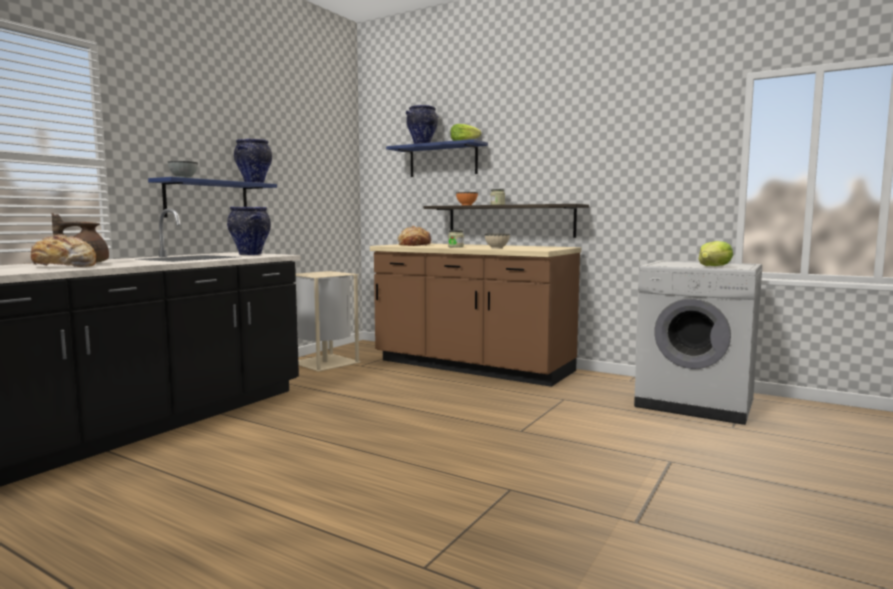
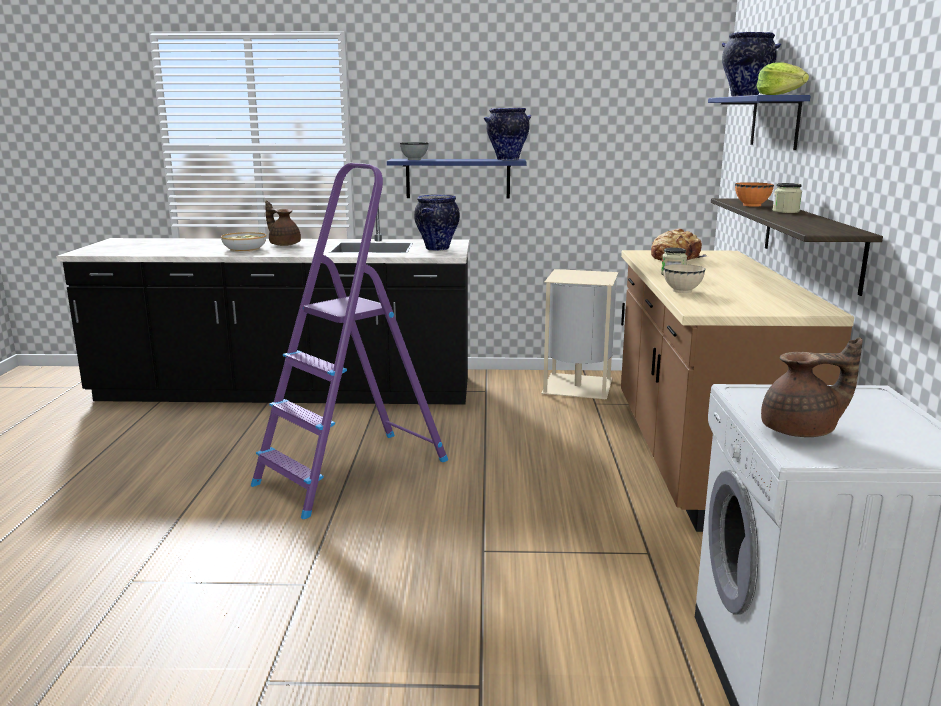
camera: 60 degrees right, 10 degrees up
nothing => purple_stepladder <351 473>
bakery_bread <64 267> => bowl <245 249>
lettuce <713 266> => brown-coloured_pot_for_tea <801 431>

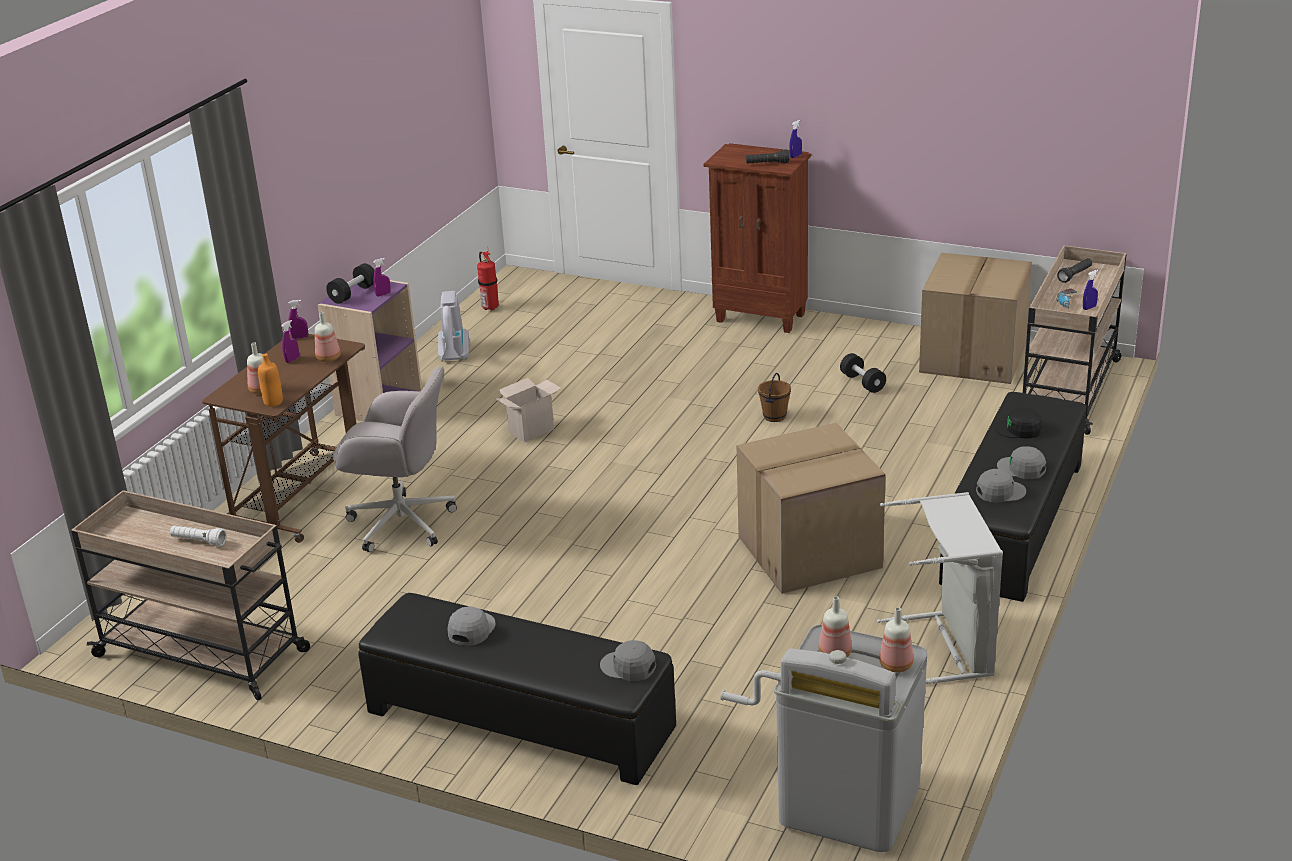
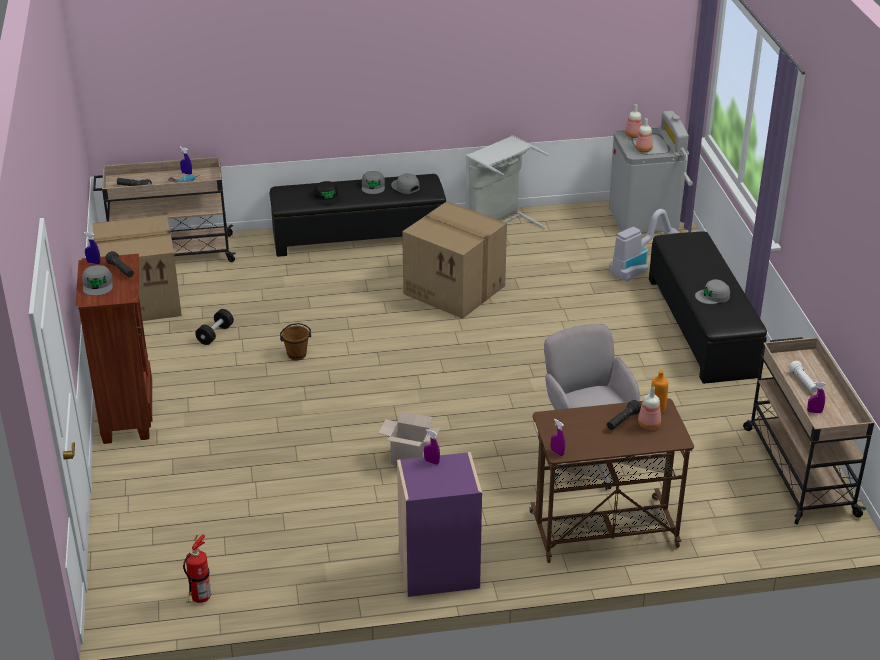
camera: 125 degrees left, 5 degrees up
drink_bottle <329 358> => nothing
black-coloured_dumbbell <353 294> => nothing
nothing => black-coloured_torch <622 421>
purple_spray_bottle <292 360> => purple_spray_bottle <814 412>, move
vacuum_cleaner <454 360> => vacuum_cleaner <638 267>, move
gray_cap <628 666> => gray_cap <98 285>, move

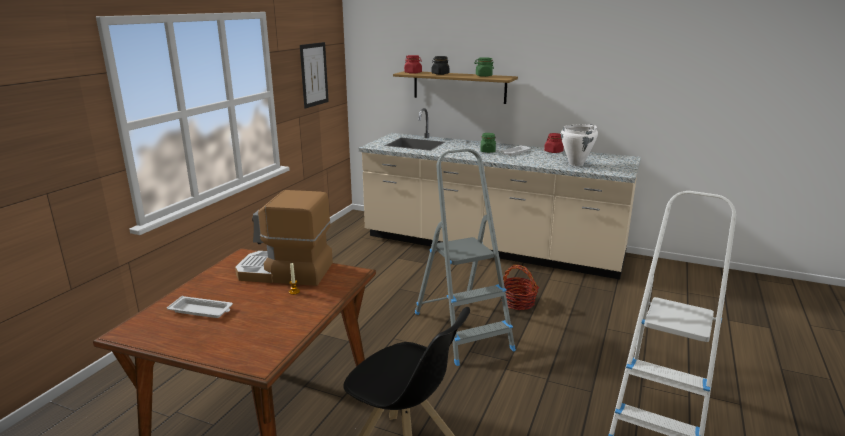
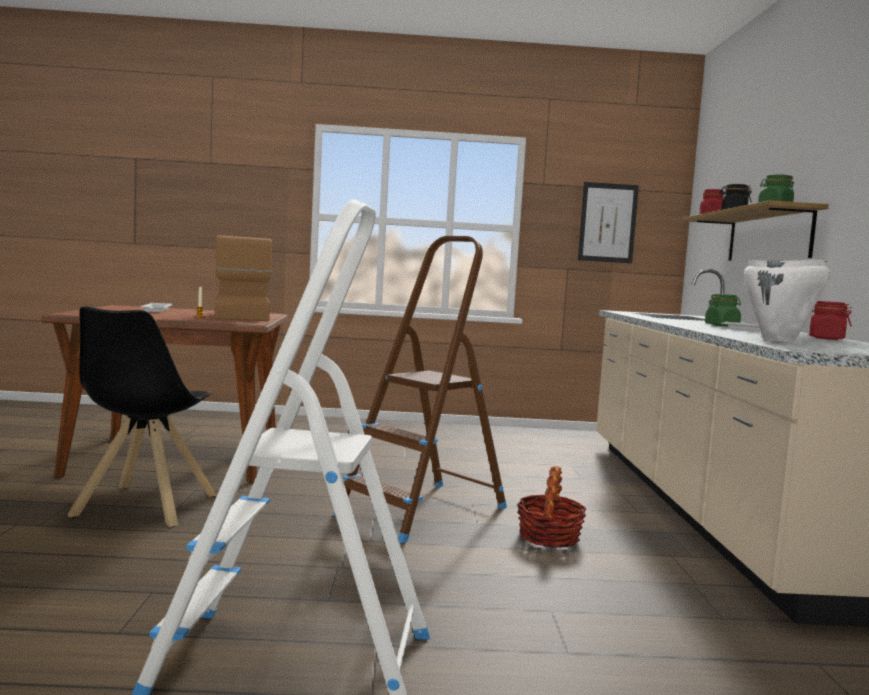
camera: 65 degrees right, 15 degrees down
gray_stepladder <462 331> => brown-coloured_stepladder <421 511>

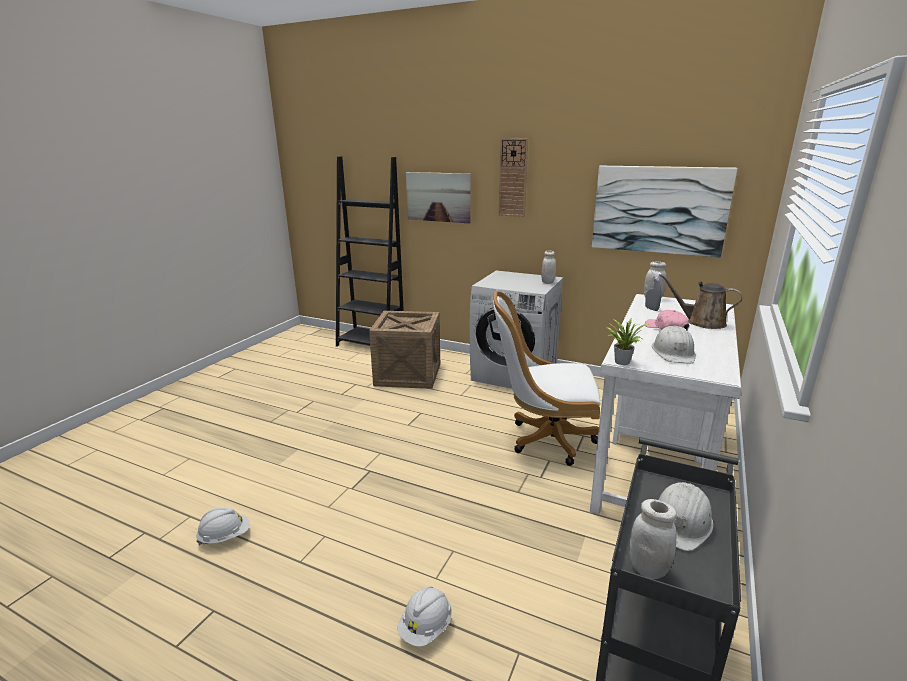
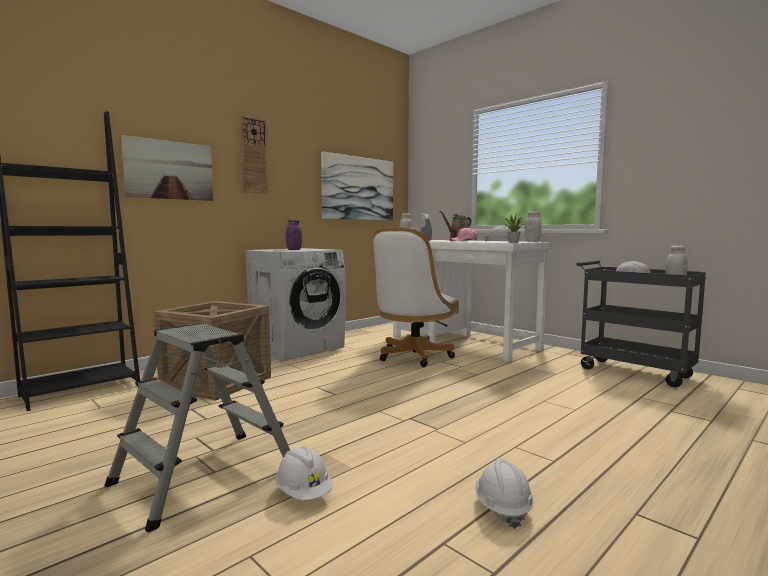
camera: 70 degrees left, 15 degrees down
nothing => gray_stepladder <204 475>
nothing => purple_preserve_jar <294 249>
white-coloured_work_helmet <426 627> => white-coloured_work_helmet <303 493>, move
white-coloured_preserve_jar <548 282> => white-coloured_preserve_jar <532 241>, move

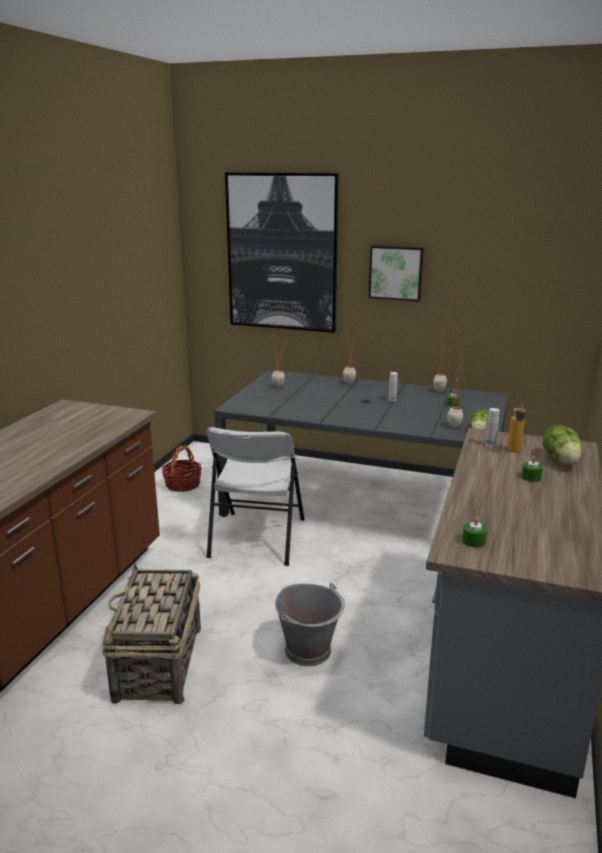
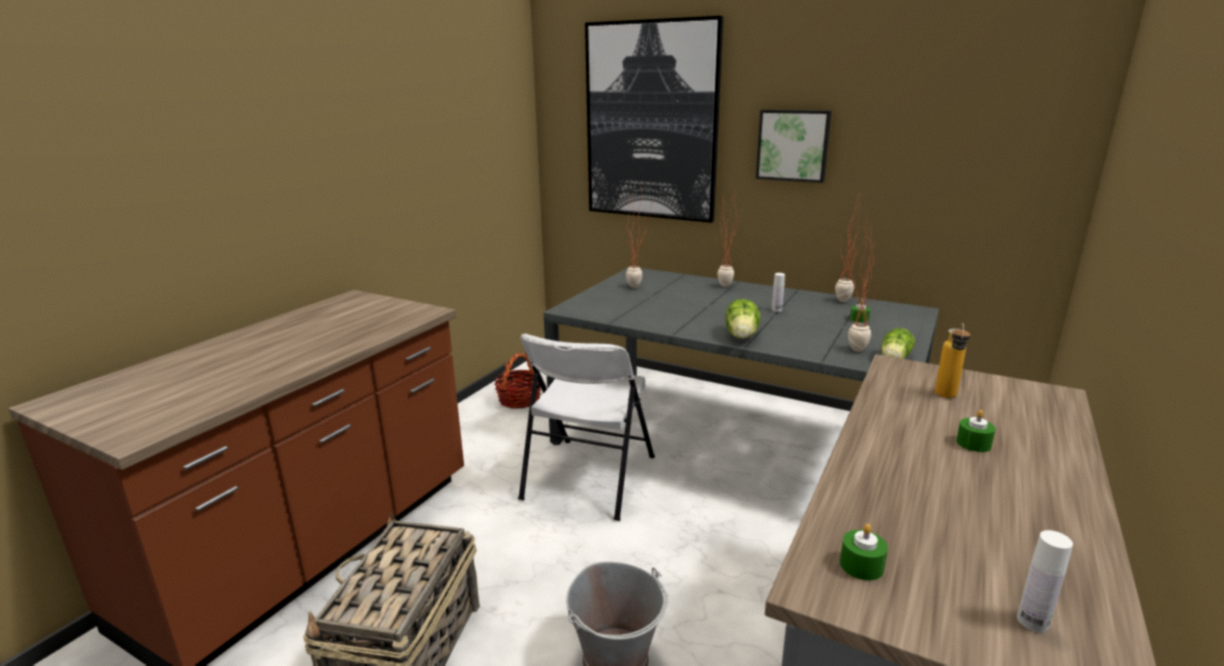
camera: 10 degrees right, 0 degrees up
white-coloured_drink_bottle <490 444> => white-coloured_drink_bottle <1032 621>, move
lettuce <561 460> => lettuce <742 335>, move

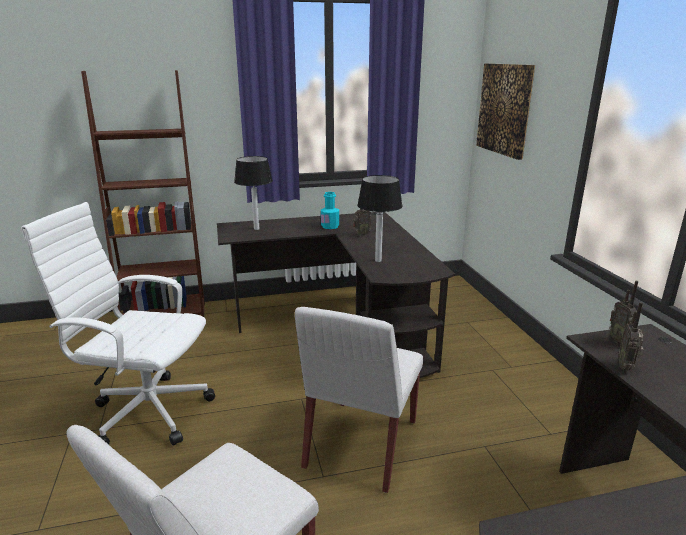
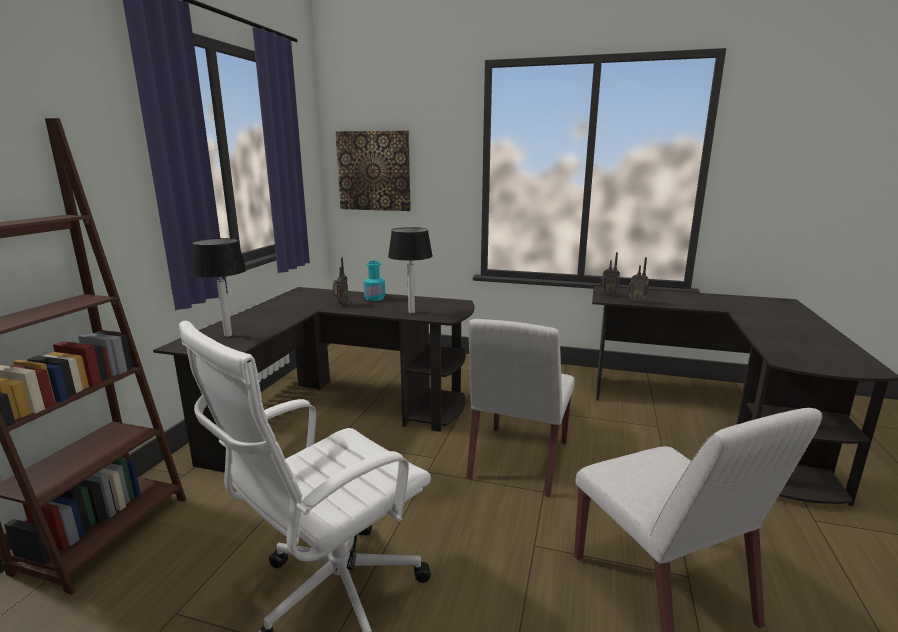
camera: 60 degrees left, 5 degrees down
turquoise_drink_bottle <330 226> => turquoise_drink_bottle <375 298>, move
white-coloured_upright_chair <361 445> => white-coloured_upright_chair <518 461>, 60 degrees clockwise

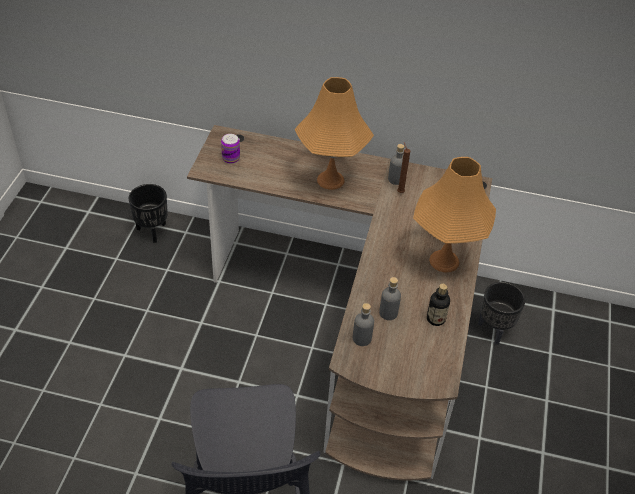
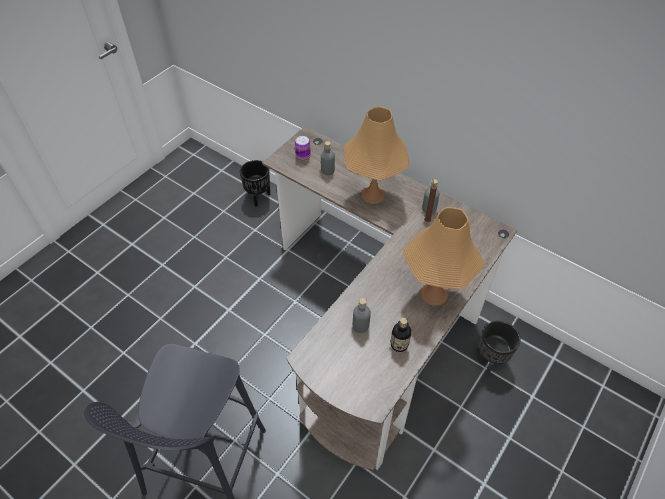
camera: 25 degrees right, 5 degrees up
gray_drink_bottle <362 338> => gray_drink_bottle <327 170>, move

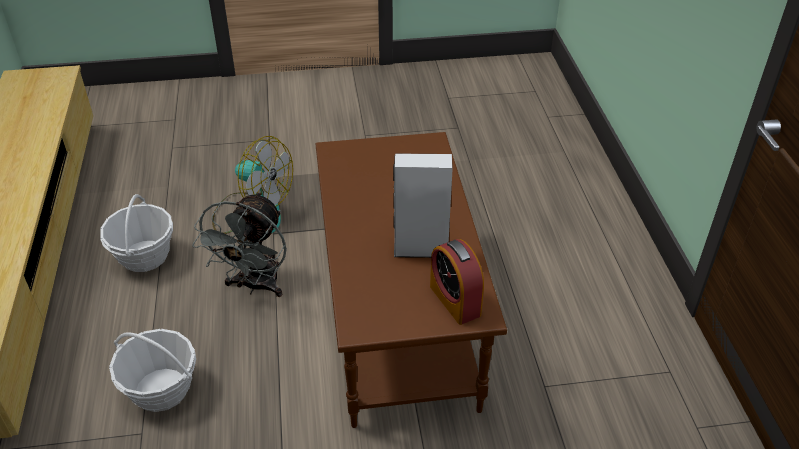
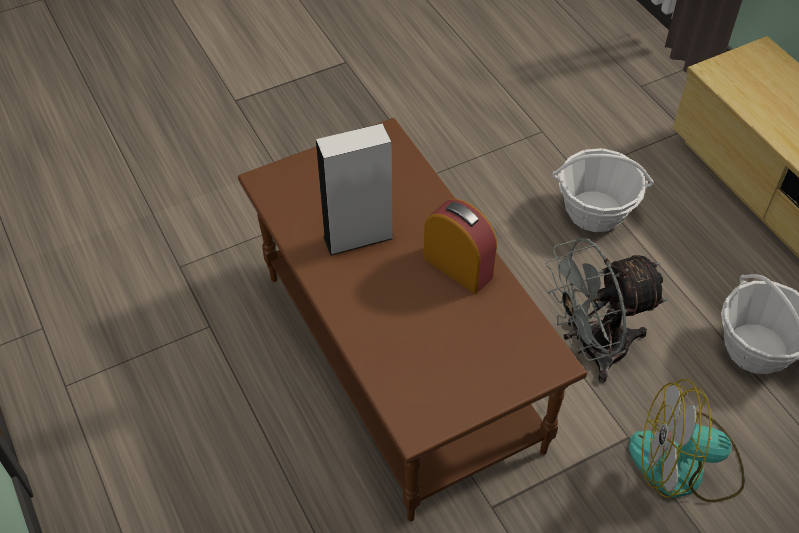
camera: 160 degrees right, 10 degrees up
bedside_clock <455 300> => bedside_clock <458 267>, move
gray_electric_fan <255 286> => gray_electric_fan <591 349>, 105 degrees counterclockwise

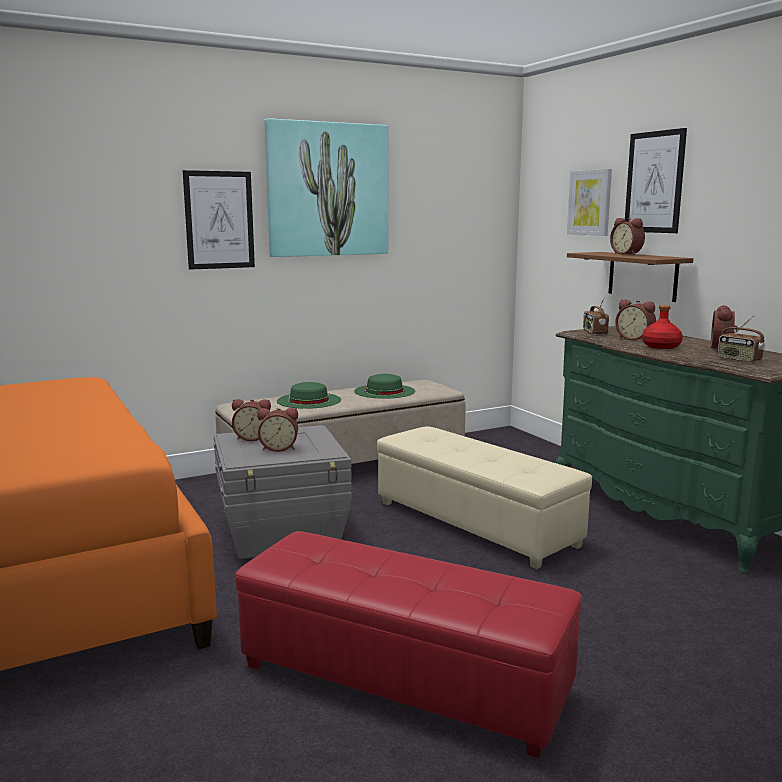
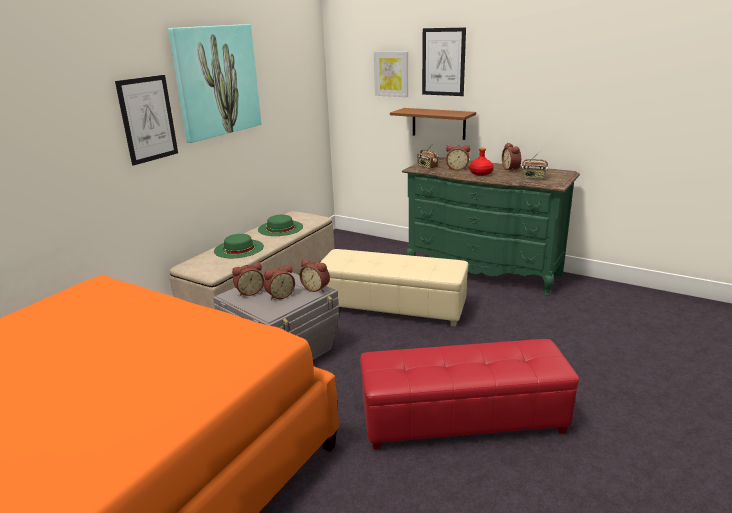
camera: 30 degrees left, 10 degrees up
bedside_clock <627 254> => bedside_clock <316 288>, move

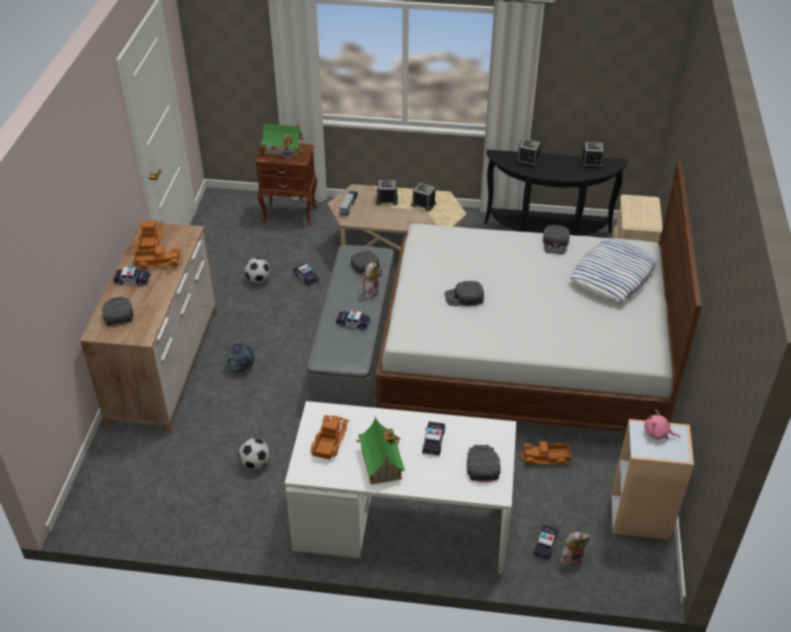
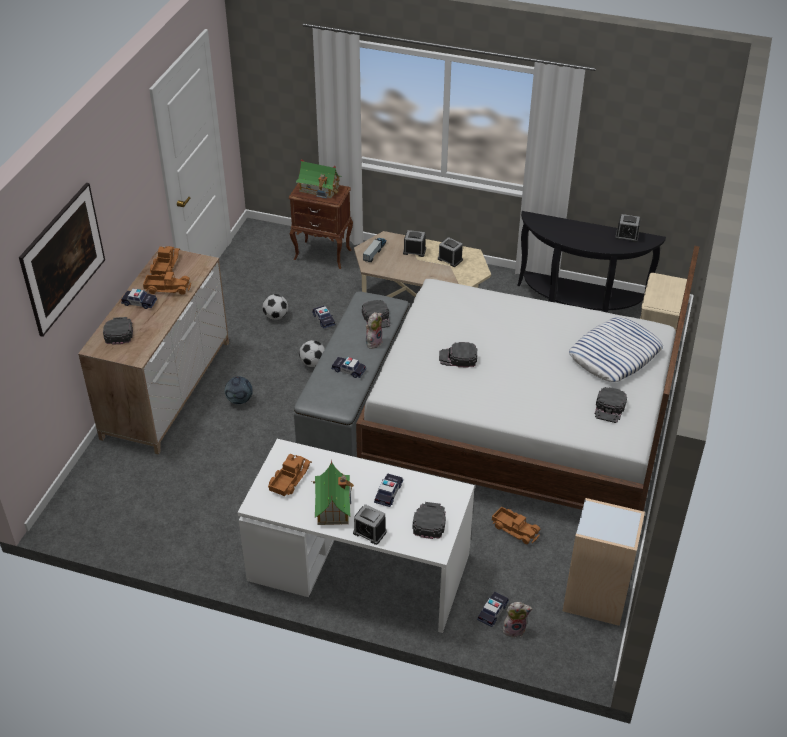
camera: 10 degrees right, 0 degrees up
pink-coloured_cuddly_toy <658 433> => nothing
nothing => wall_picture <67 277>
football_ball <255 463> => football_ball <313 363>, move
bedside_clock <528 160> => bedside_clock <369 532>, move
black-coloured_cap <555 243> => black-coloured_cap <610 408>, move
toy_truck <545 458> => toy_truck <515 529>, 150 degrees counterclockwise

